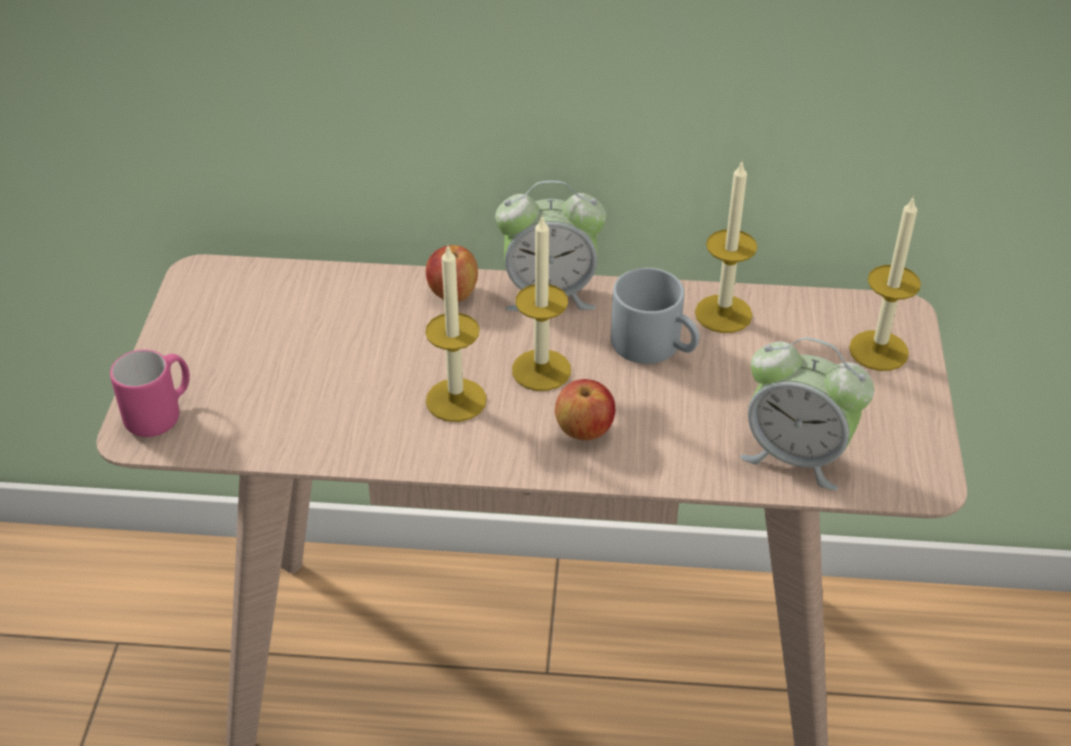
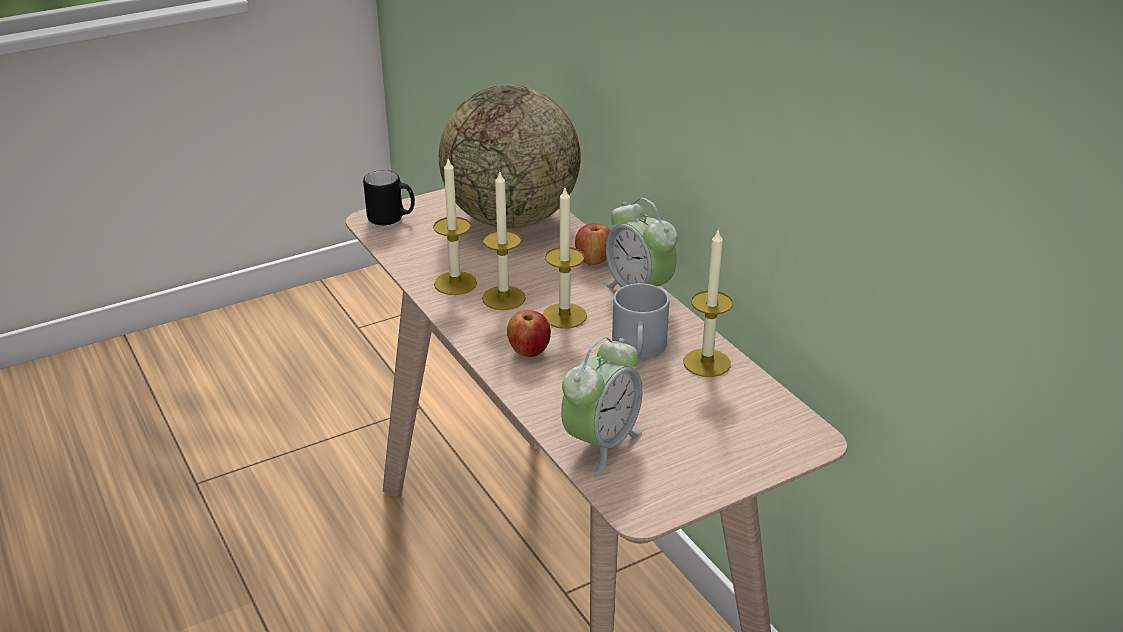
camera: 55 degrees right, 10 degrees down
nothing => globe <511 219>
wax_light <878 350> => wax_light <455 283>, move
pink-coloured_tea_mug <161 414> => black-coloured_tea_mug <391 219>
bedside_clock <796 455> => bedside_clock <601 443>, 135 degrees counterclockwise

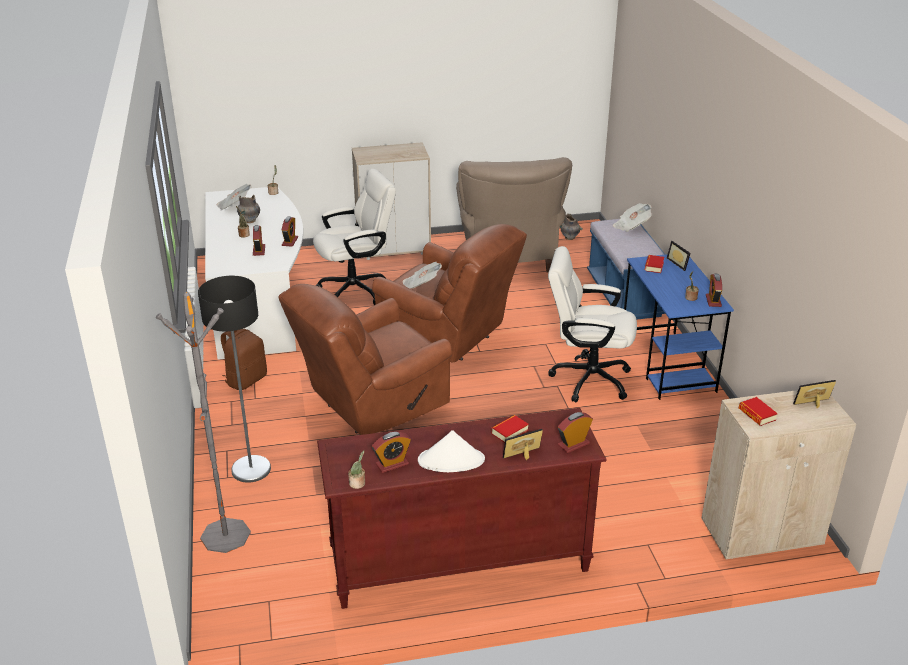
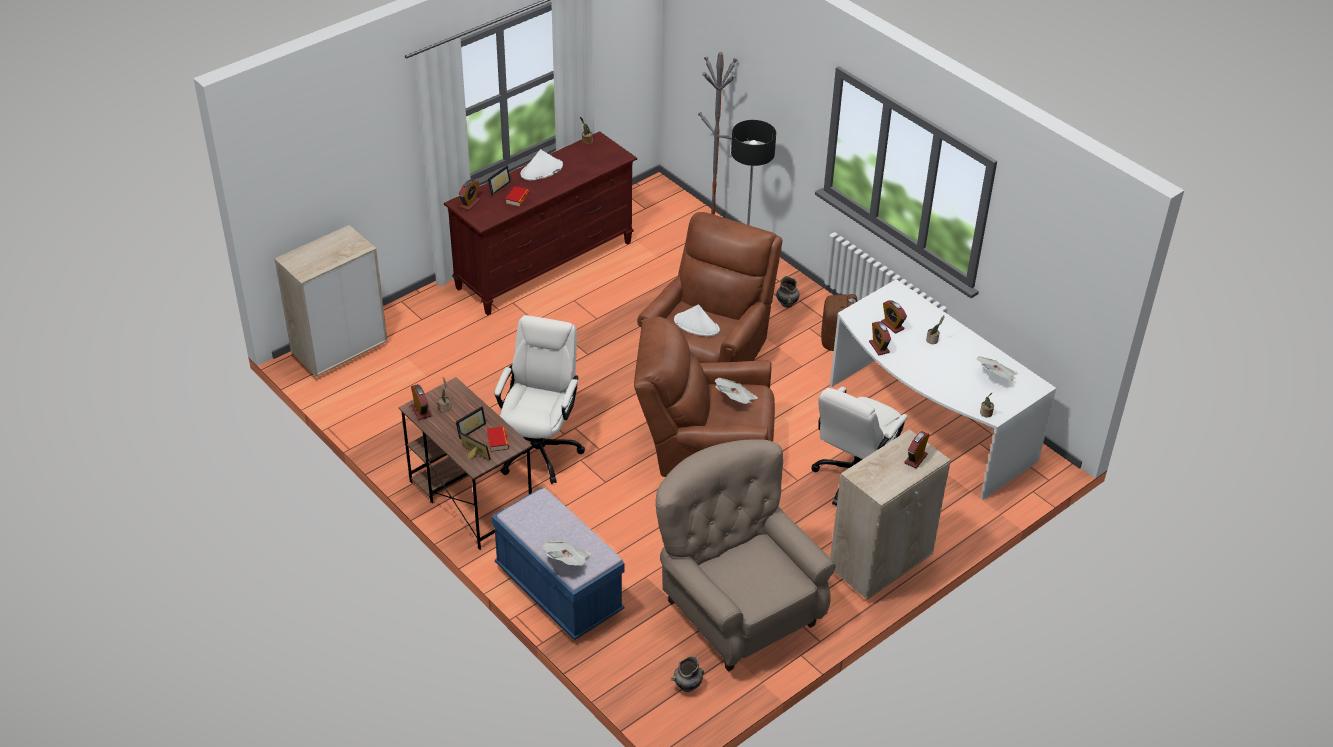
camera: 150 degrees right, 10 degrees up
book <757 414> => nothing
nothing => white-coloured_clothing_hat <697 325>
gray_flower_vase <250 220> => gray_flower_vase <787 304>, move
bedside_clock <392 464> => bedside_clock <915 459>, move
picture_frame <814 405> => picture_frame <469 428>, move
blue_desk <667 365> => brown-coloured_desk <470 499>
white-coloured_office_chair <586 380> => white-coloured_office_chair <540 450>, 60 degrees counterclockwise

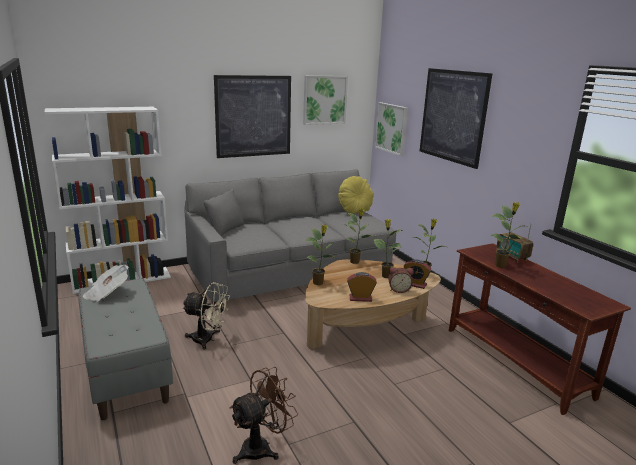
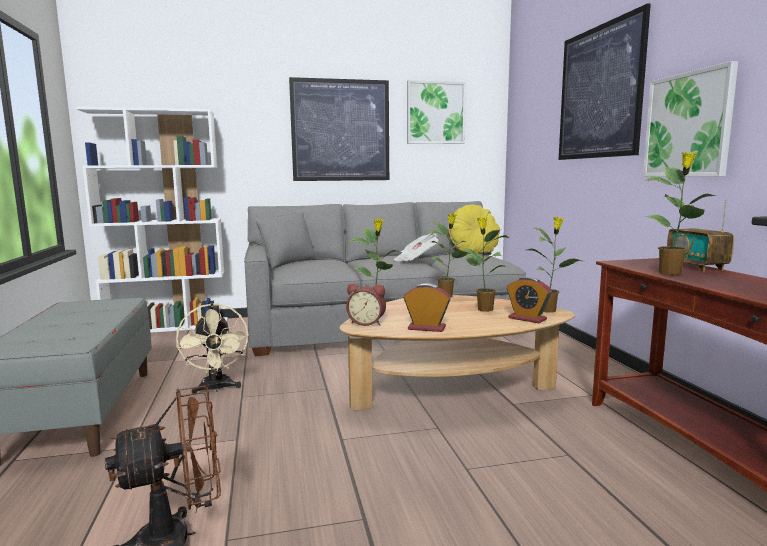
camera: 15 degrees right, 10 degrees down
printed_paper <107 293> => printed_paper <415 259>, move
wall_picture <391 128> => wall_picture <688 125>, move
bedside_clock <399 290> => bedside_clock <367 323>, move
beige-coloured_electric_fan <208 340> => beige-coloured_electric_fan <216 389>, 45 degrees clockwise

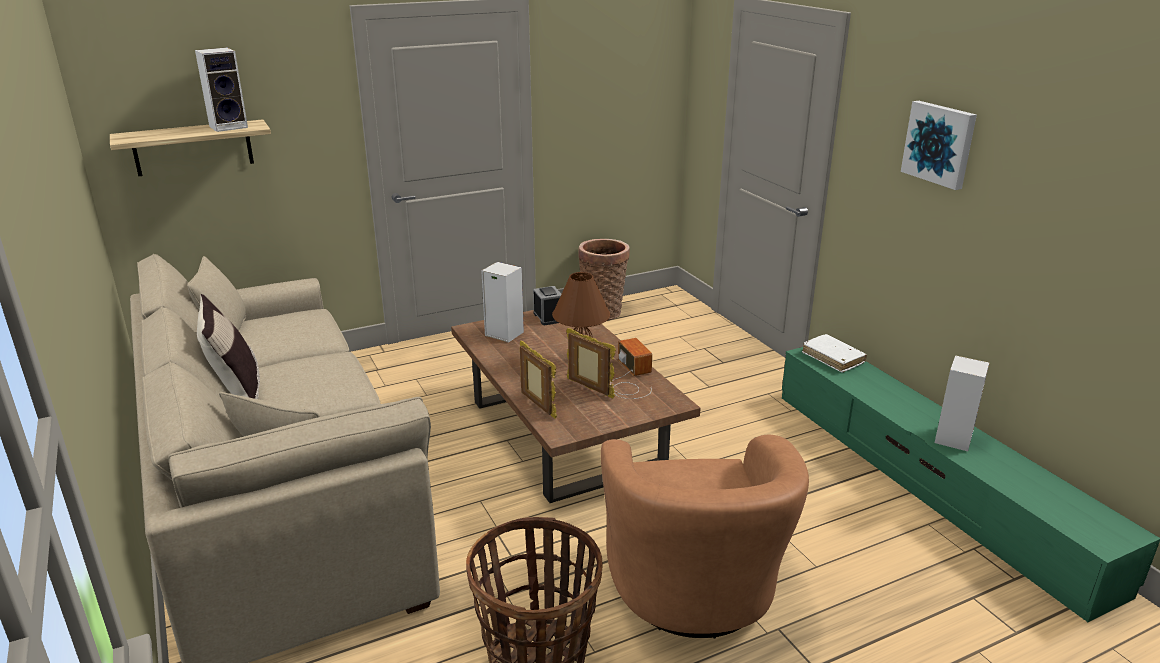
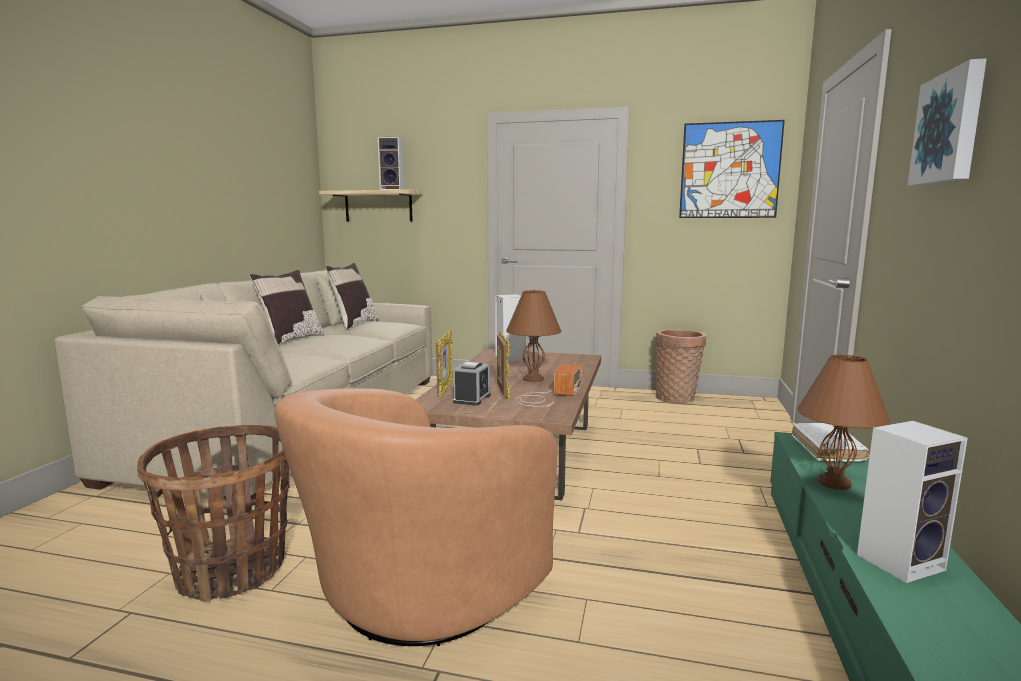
camera: 40 degrees right, 15 degrees down
nothing => pillow <353 323>
nothing => wall_picture <729 170>
nothing => brown-coloured_lamp_for_a_table <833 482>
bedside_clock <548 317> => bedside_clock <472 399>, move

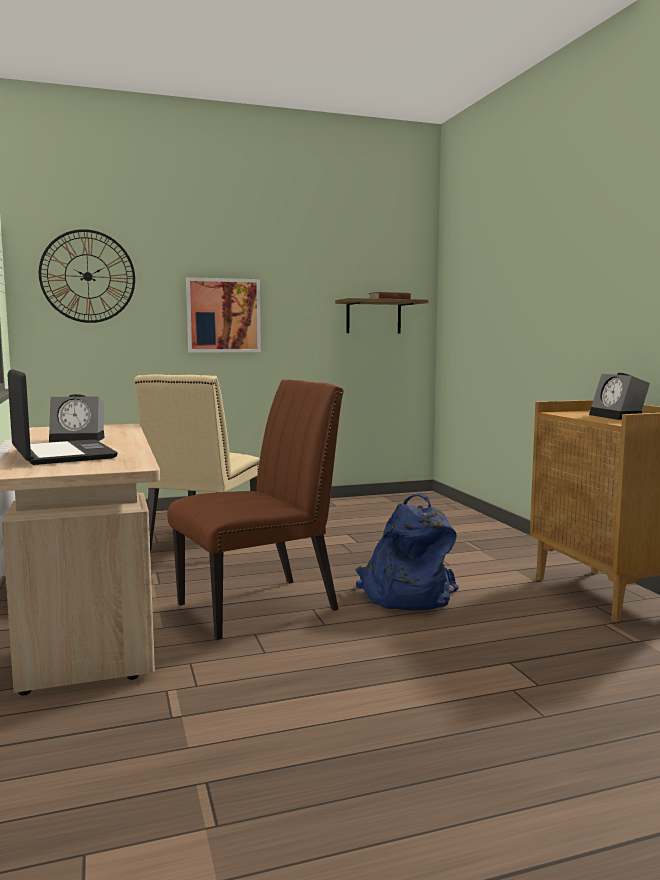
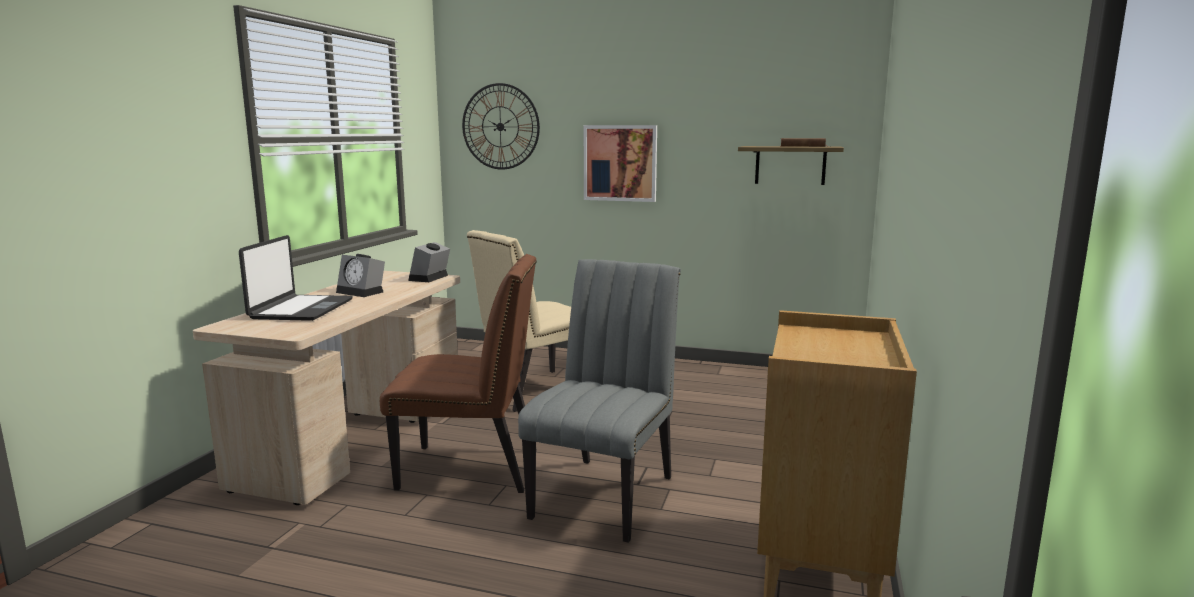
camera: 35 degrees right, 5 degrees up
bedside_clock <618 417> => bedside_clock <429 278>, move
blue_knapsack <405 596> => gray_upright_chair <604 498>

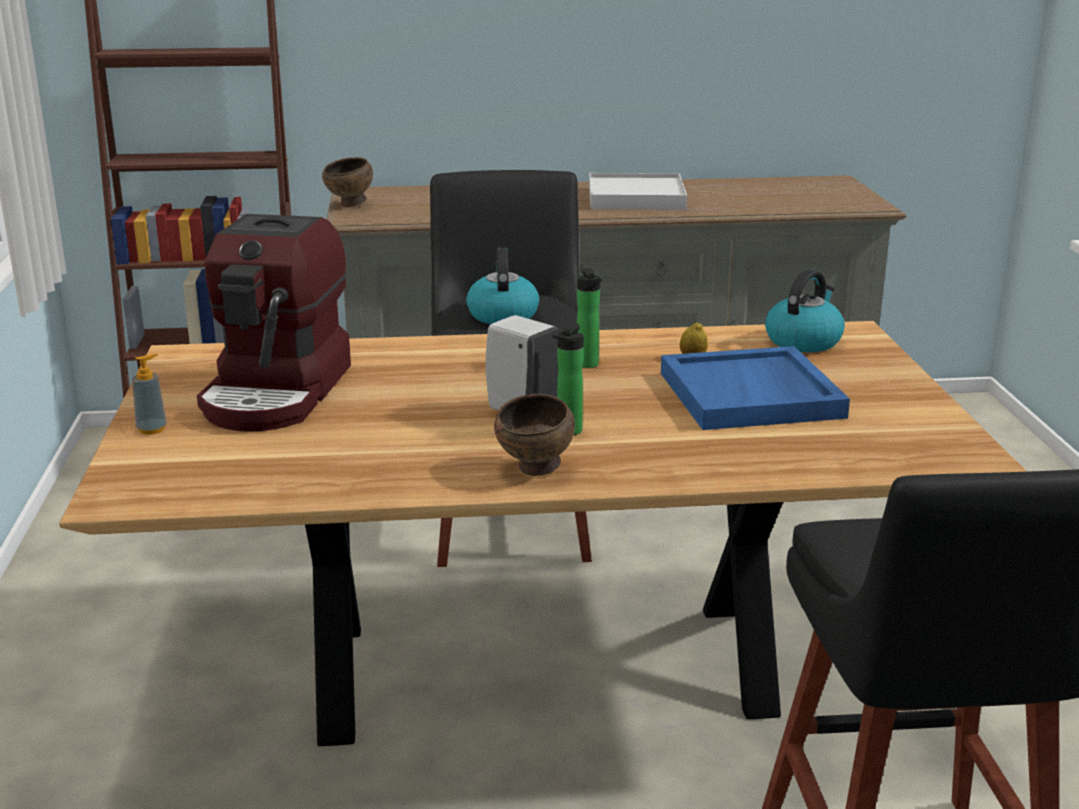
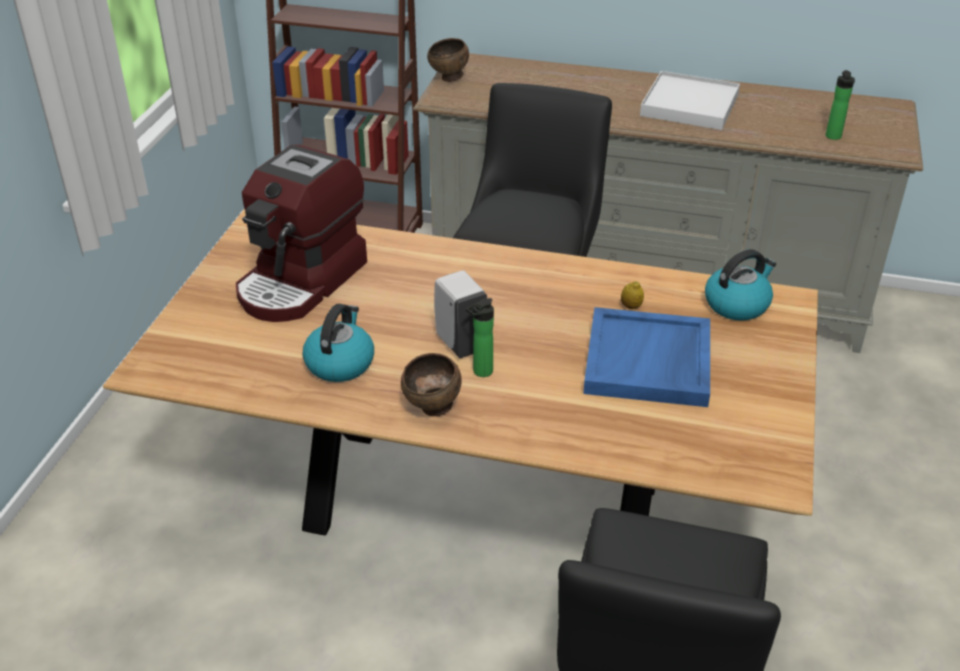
camera: 20 degrees right, 15 degrees up
soap_dispenser <152 429> => nothing
tea_kettle <502 315> => tea_kettle <340 363>, move
drink_bottle <588 365> => drink_bottle <833 137>, move

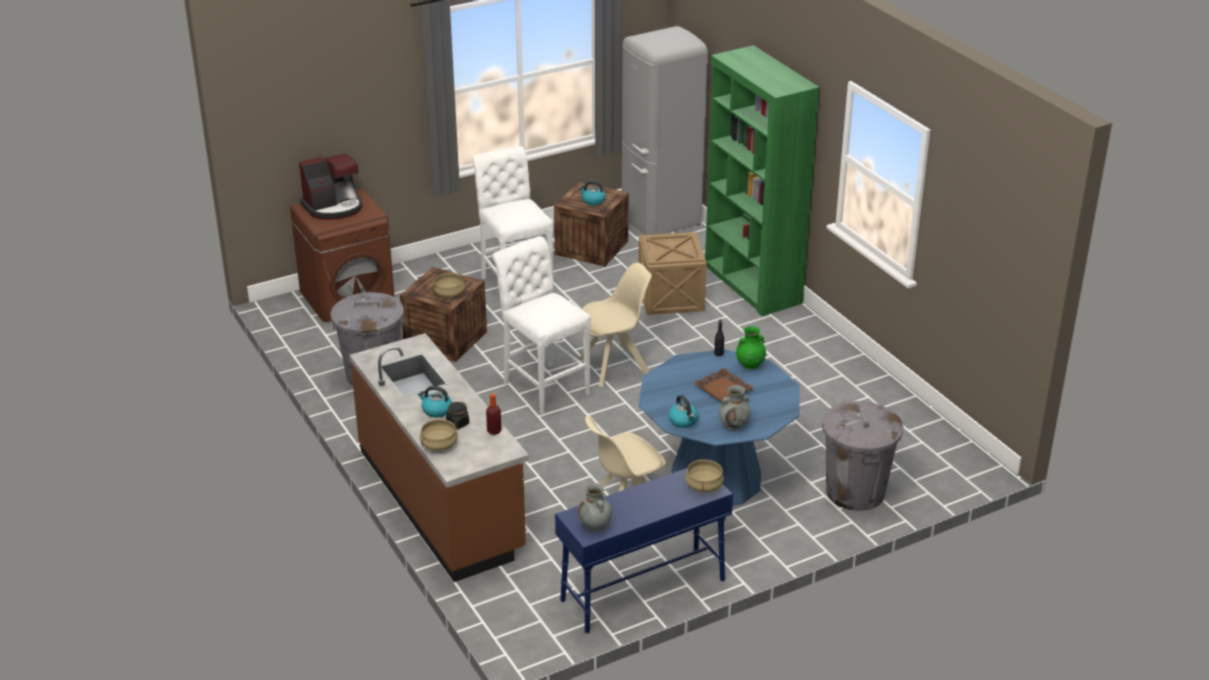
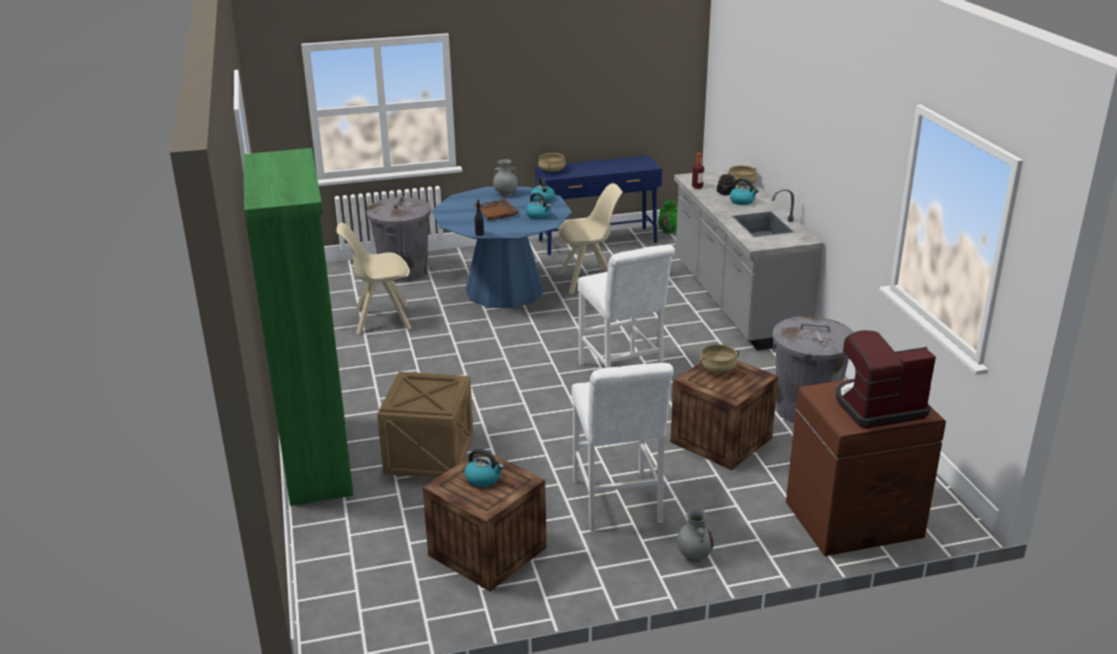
camera: 165 degrees left, 5 degrees down
gray_fridge <659 219> => nothing
nothing => tea_kettle <539 215>
beige-coloured_upright_chair <615 366> => beige-coloured_upright_chair <381 319>, move
gray_flower_vase <595 525> => gray_flower_vase <694 555>, move
green_flower_vase <749 365> => green_flower_vase <669 231>, move
brown-coloured_counter <442 501> => gray_counter <736 301>

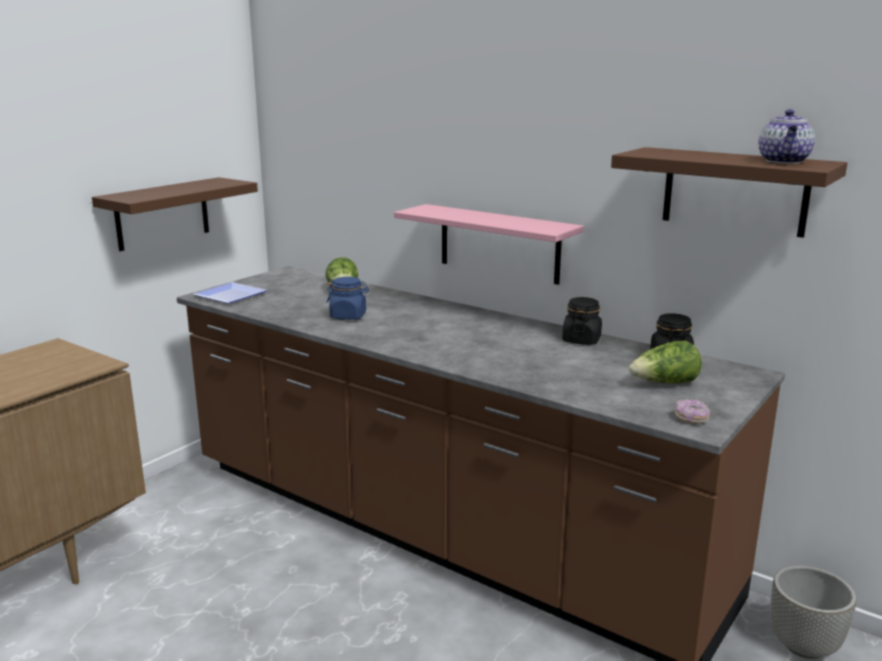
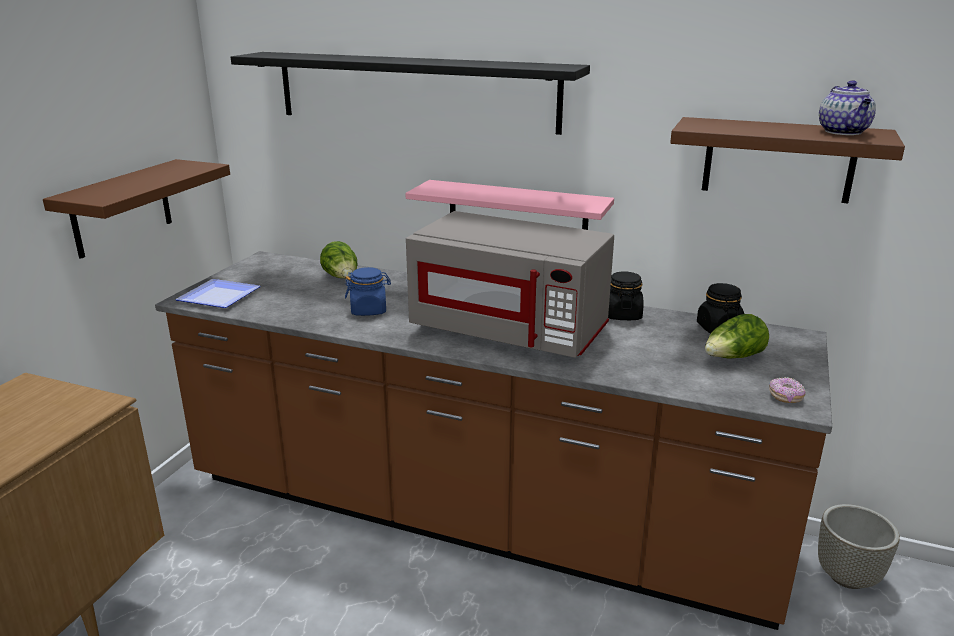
camera: 15 degrees left, 5 degrees up
nothing => black-coloured_bracket_shelf <414 91>
nothing => gray_kitchen_microwave <510 330>

